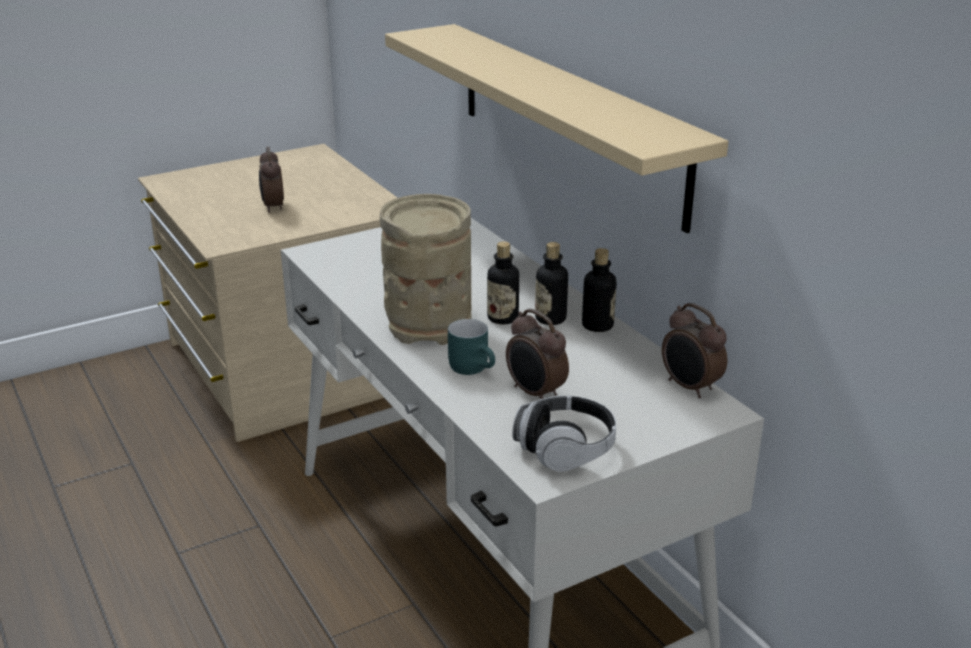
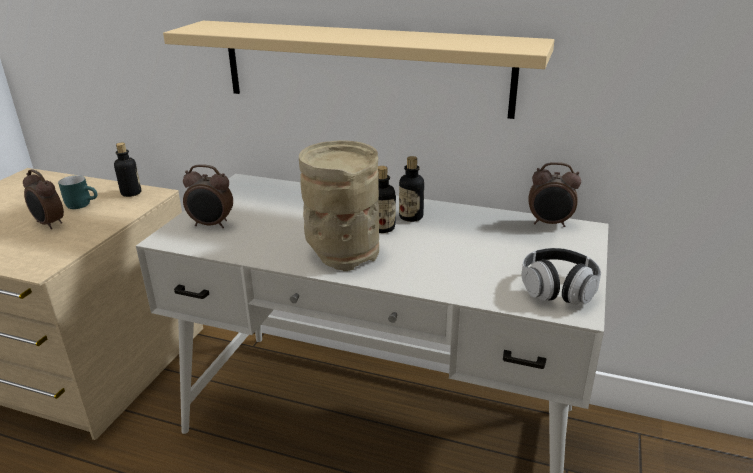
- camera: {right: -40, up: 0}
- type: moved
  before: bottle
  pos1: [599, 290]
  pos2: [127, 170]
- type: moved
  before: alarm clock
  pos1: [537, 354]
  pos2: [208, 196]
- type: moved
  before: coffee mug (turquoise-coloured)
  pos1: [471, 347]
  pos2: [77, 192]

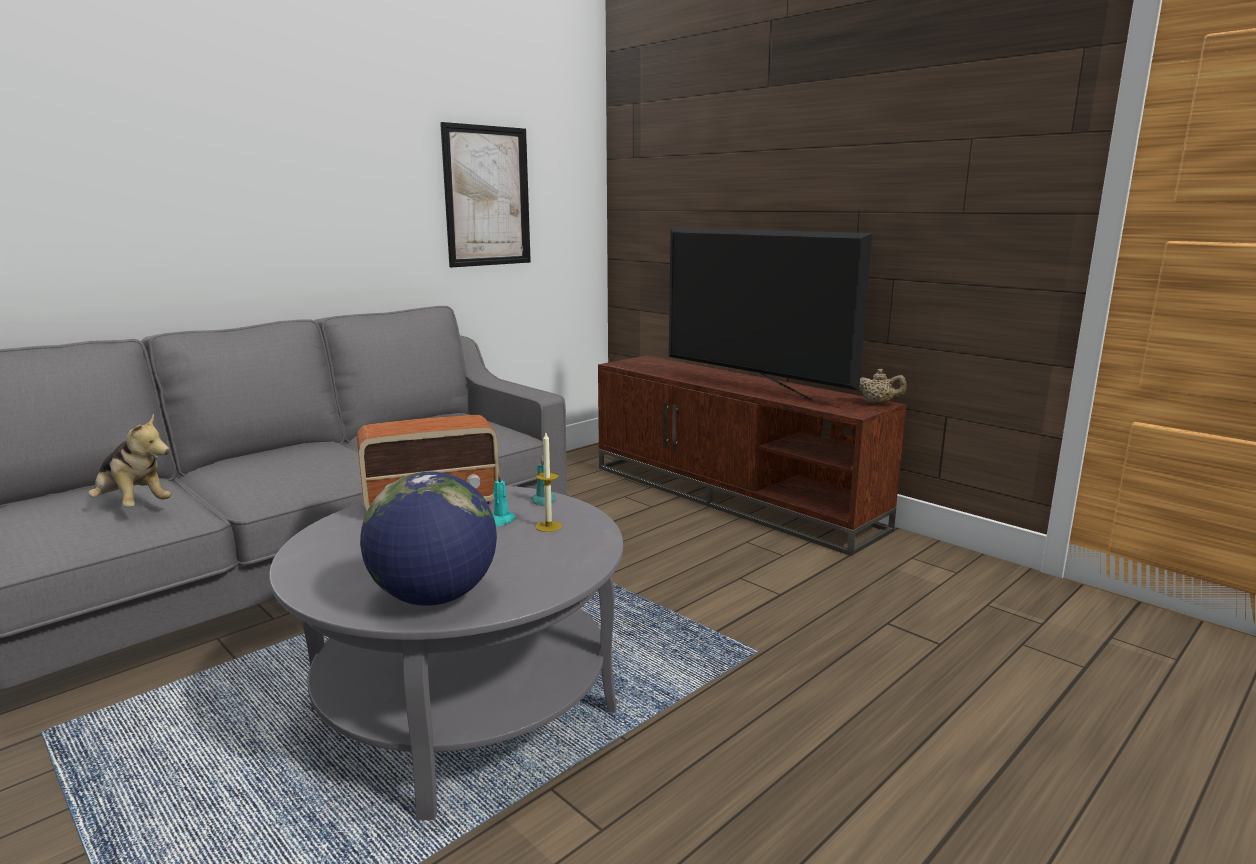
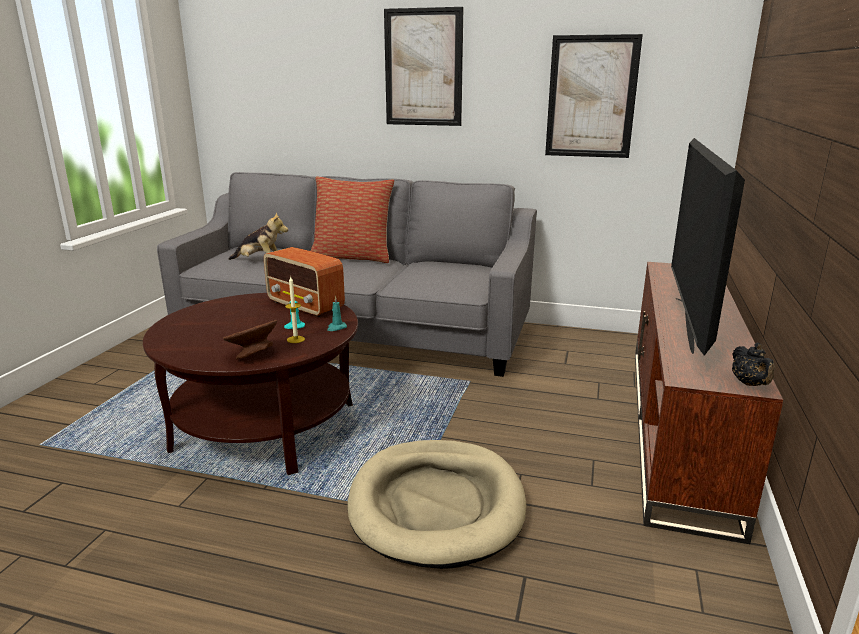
- camera: {right: 60, up: 5}
- type: recoloured
  before: teapot (beige-coloured)
  after: teapot (black-coloured)
  pos1: [882, 386]
  pos2: [753, 364]
- type: turned
  before: soft toy
  pos1: [129, 461]
  pos2: [258, 236]
  turn: -75
- type: removed
  before: globe
  pos1: [428, 539]
- type: recoloured
  before: coffee table (gray)
  after: coffee table (brownish)
  pos1: [446, 653]
  pos2: [250, 384]
- type: added
  after: wall art
  pos2: [423, 66]
- type: added
  after: throw pillow
  pos2: [352, 219]
- type: added
  after: deep dish (brownish)
  pos2: [250, 339]
- type: added
  after: pet bed (beige-coloured)
  pos2: [436, 504]

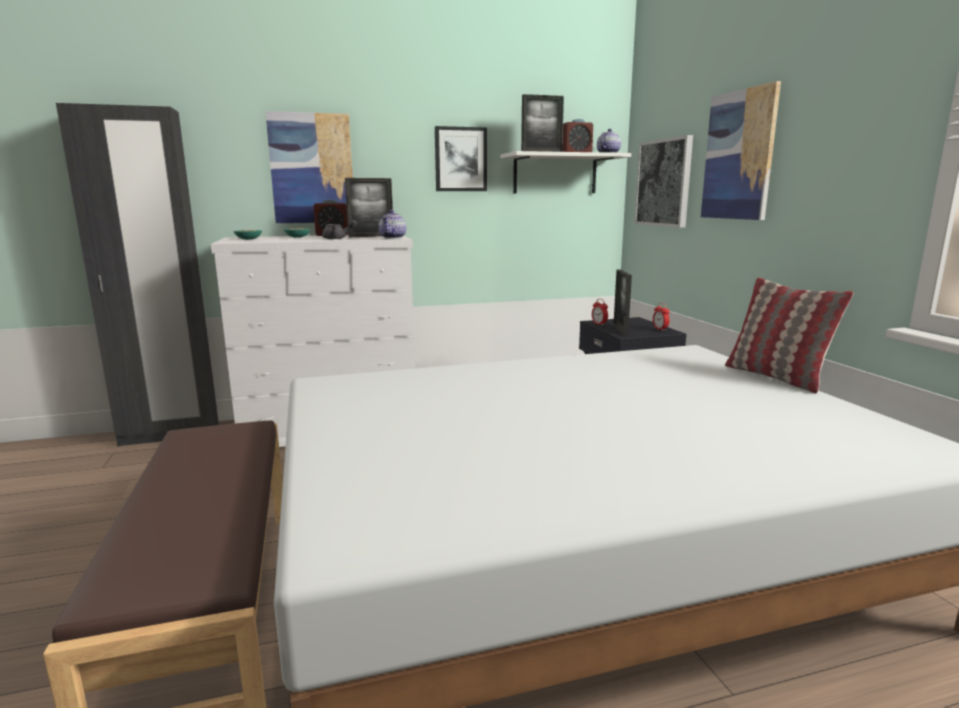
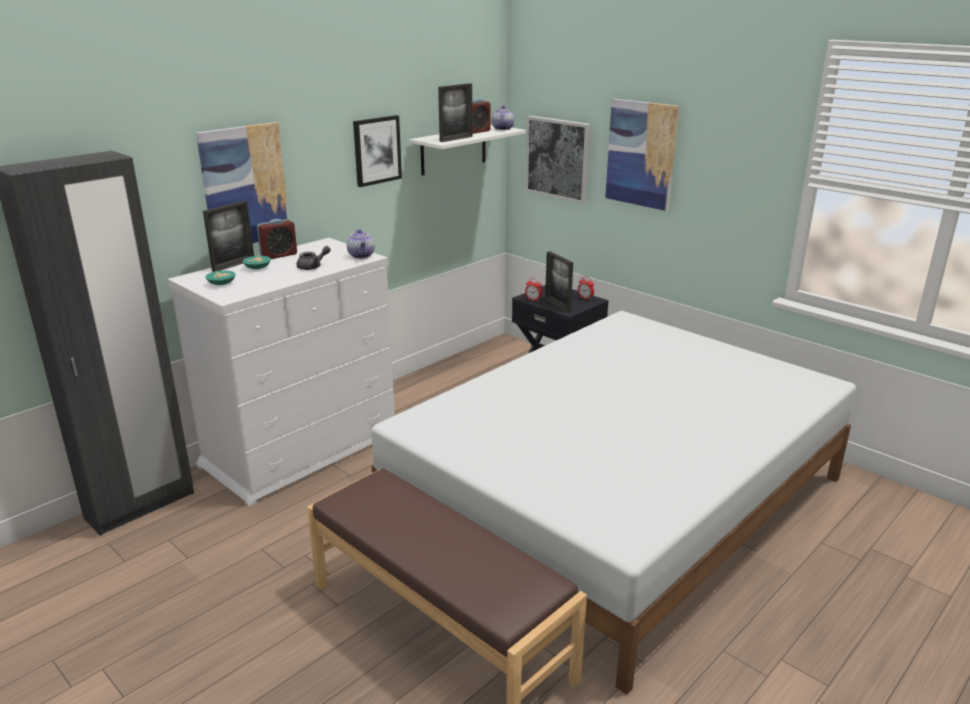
- camera: {right: -30, up: 10}
- type: moved
  before: picture frame
  pos1: [369, 207]
  pos2: [228, 236]
- type: removed
  before: throw pillow
  pos1: [789, 335]

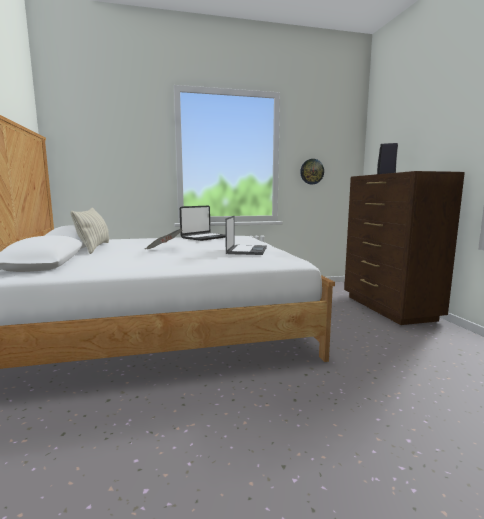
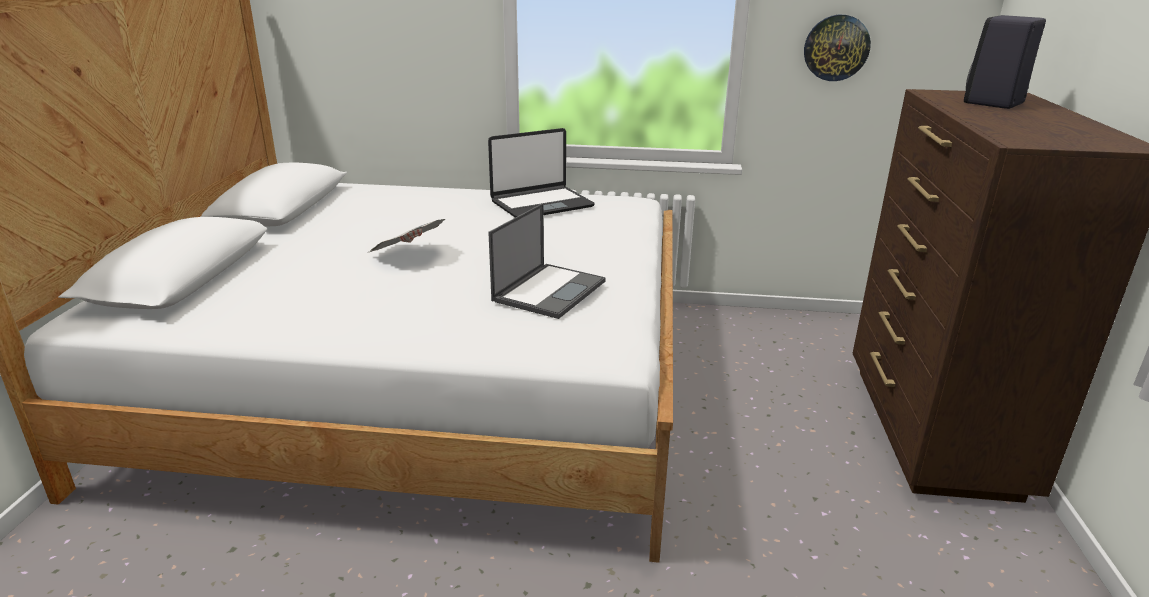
- camera: {right: 20, up: 15}
- type: removed
  before: throw pillow
  pos1: [89, 230]

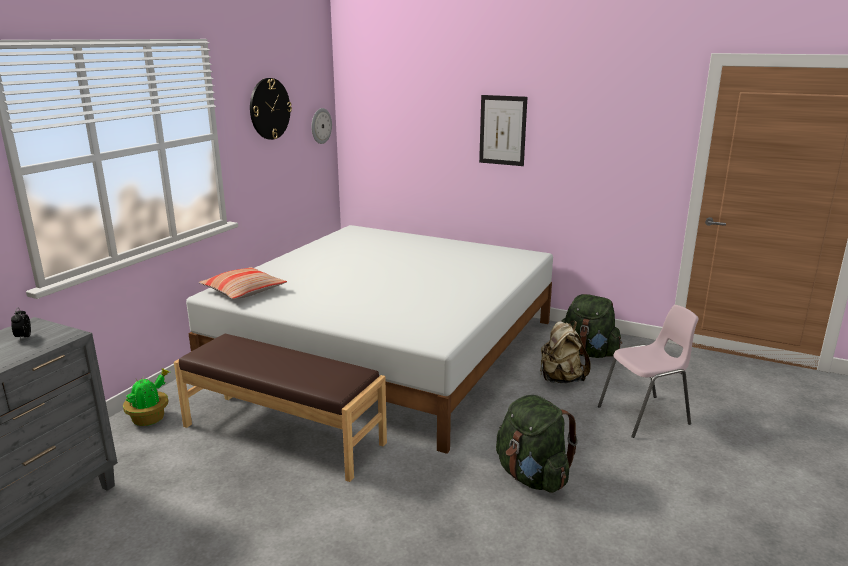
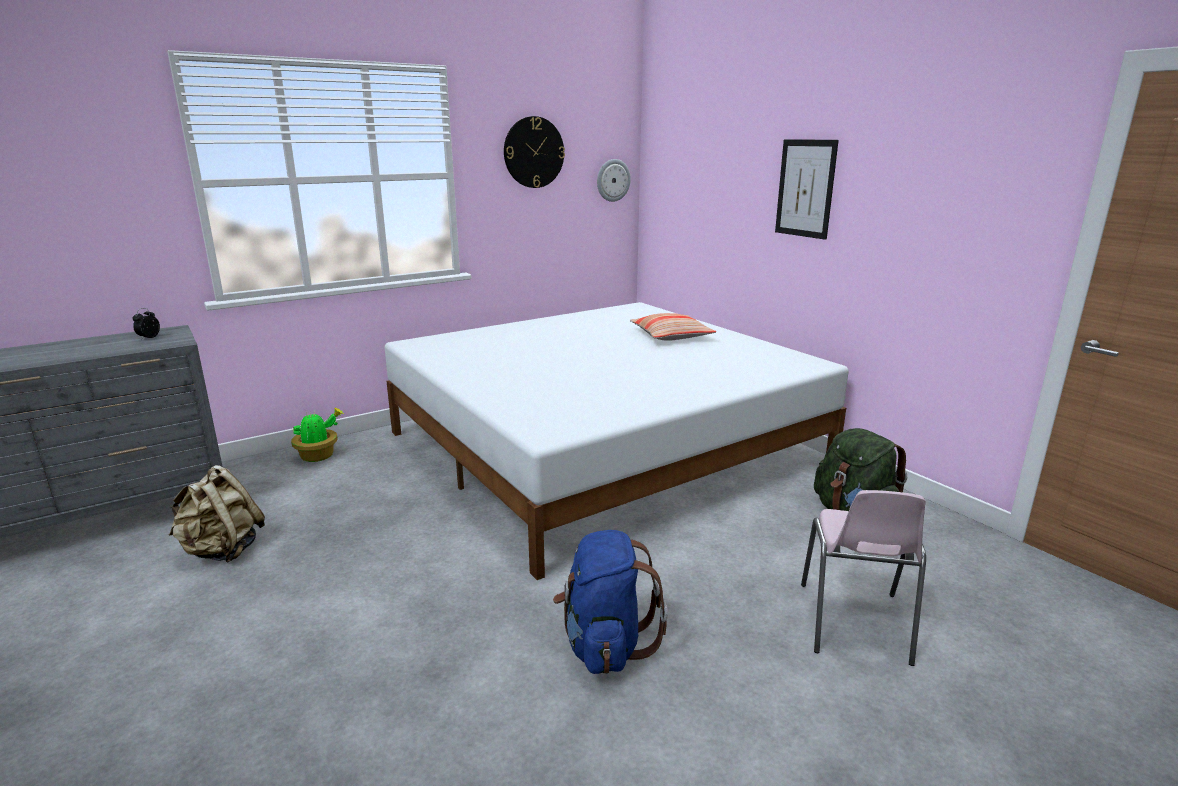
- camera: {right: 30, up: 0}
- type: moved
  before: throw pillow
  pos1: [243, 283]
  pos2: [673, 327]
- type: turned
  before: upright chair (pink)
  pos1: [648, 371]
  pos2: [863, 578]
  turn: 90
- type: moved
  before: backpack (beige-coloured)
  pos1: [565, 351]
  pos2: [217, 514]
- type: removed
  before: indoor bench (brownish)
  pos1: [280, 408]
- type: recoloured
  before: backpack (green)
  after: backpack (blue)
  pos1: [537, 444]
  pos2: [610, 602]

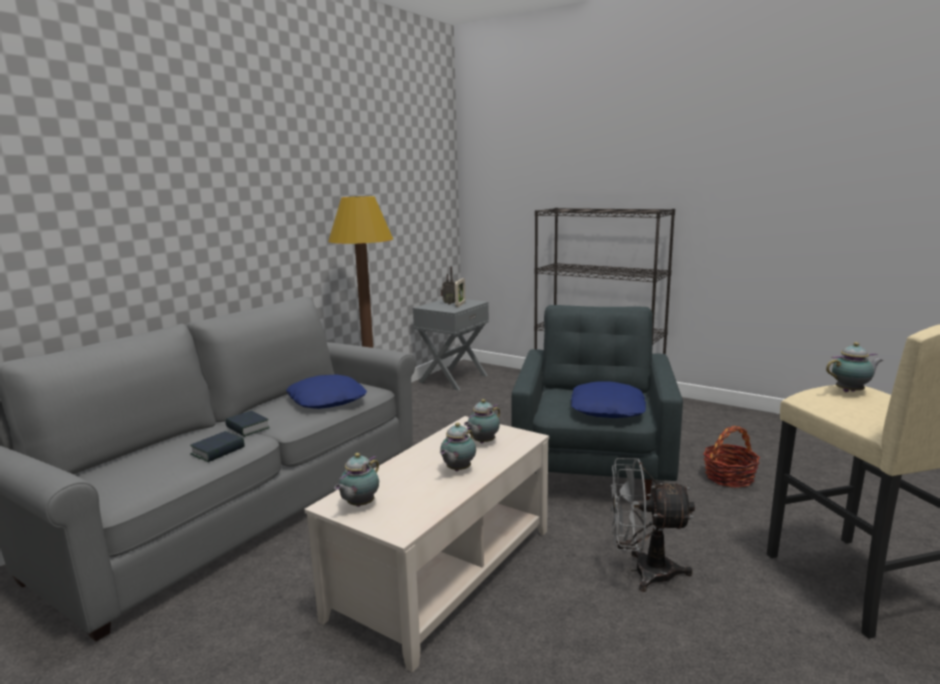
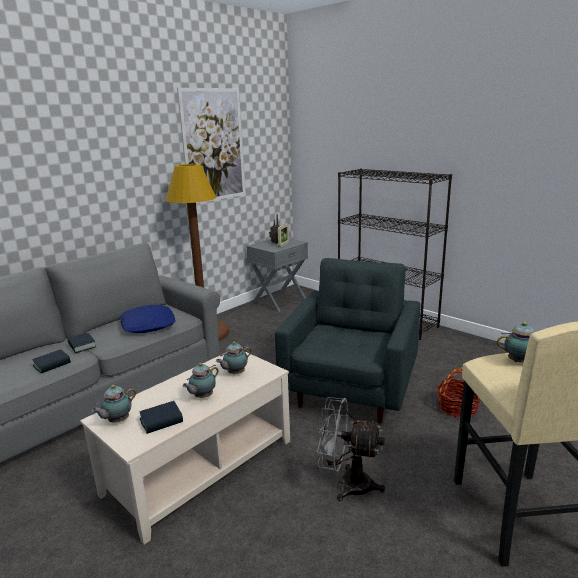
- camera: {right: 10, up: 5}
- type: removed
  before: throw pillow (blue)
  pos1: [608, 400]
- type: added
  after: wall art
  pos2: [211, 146]
- type: added
  after: book
  pos2: [161, 417]

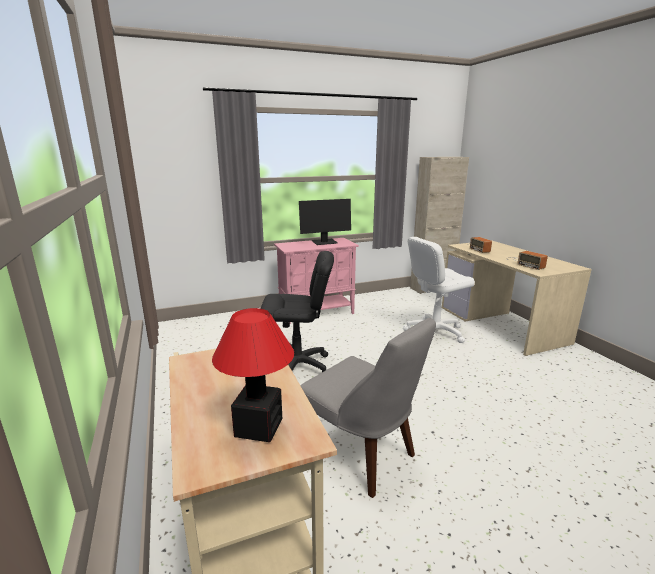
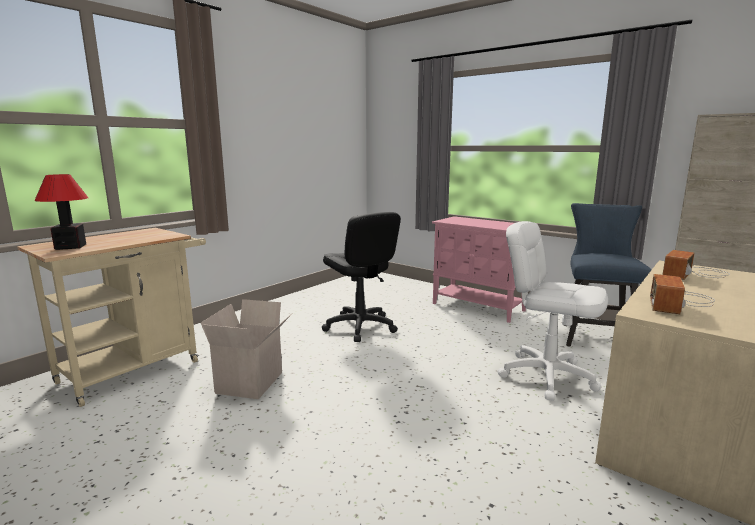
- camera: {right: 60, up: -5}
- type: removed
  before: computer display
  pos1: [325, 222]
- type: replaced
  before: upright chair (gray)
  after: cardboard box
  pos1: [368, 408]
  pos2: [247, 349]
- type: added
  after: upright chair (blue)
  pos2: [608, 274]

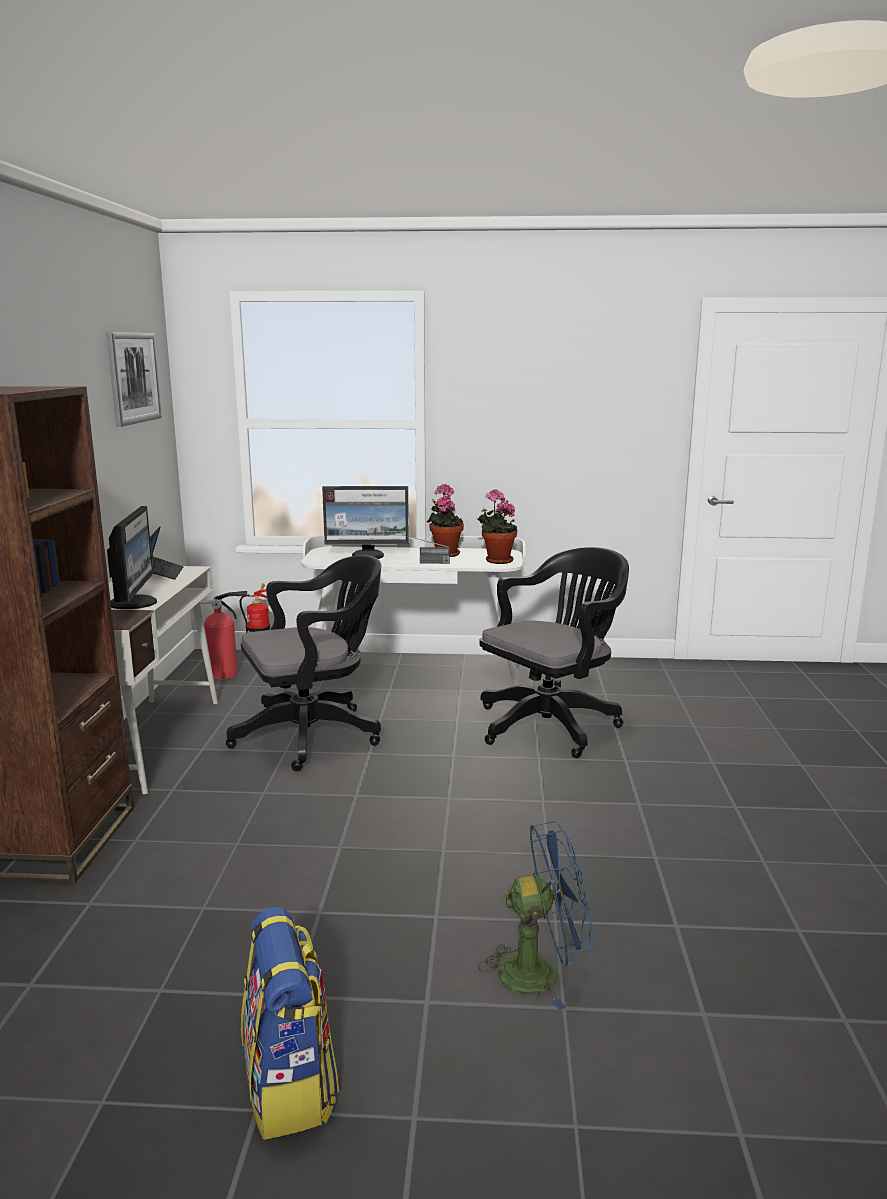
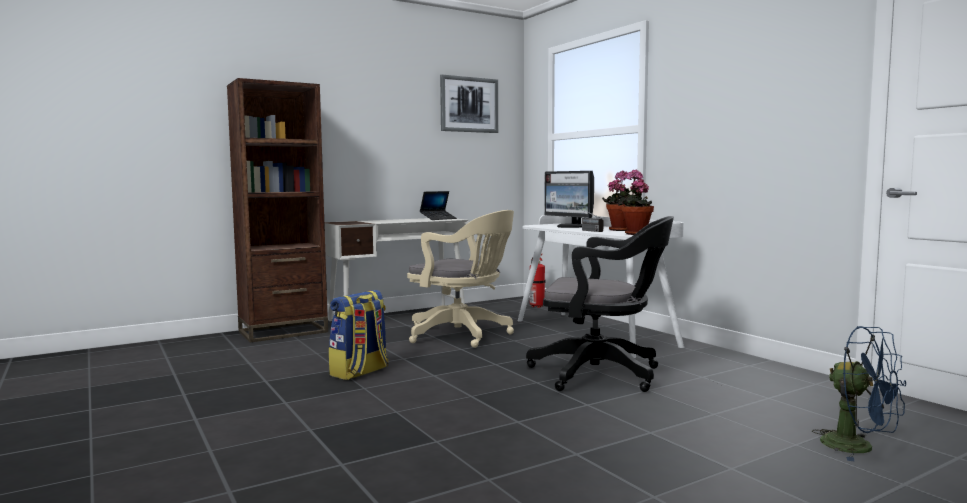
- camera: {right: 55, up: -10}
- type: removed
  before: computer display
  pos1: [132, 557]
- type: recoloured
  before: computer chair (black-coloured)
  after: computer chair (beige-coloured)
  pos1: [304, 663]
  pos2: [460, 279]
- type: removed
  before: fire extinguisher
  pos1: [223, 635]
- type: moved
  before: cooling fan (blue)
  pos1: [536, 915]
  pos2: [859, 394]
- type: moved
  before: backpack
  pos1: [290, 1023]
  pos2: [358, 335]

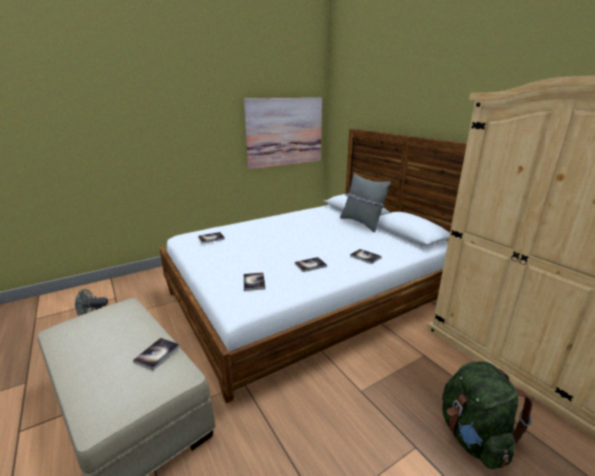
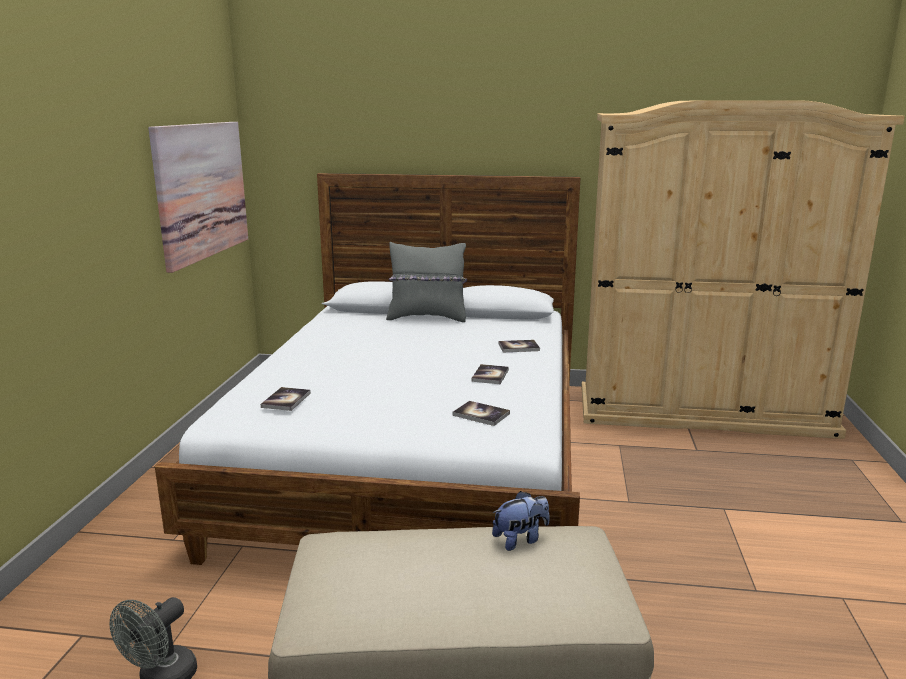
- camera: {right: -50, up: -5}
- type: replaced
  before: book
  after: soft toy
  pos1: [156, 354]
  pos2: [521, 521]
- type: removed
  before: backpack (green)
  pos1: [487, 415]

